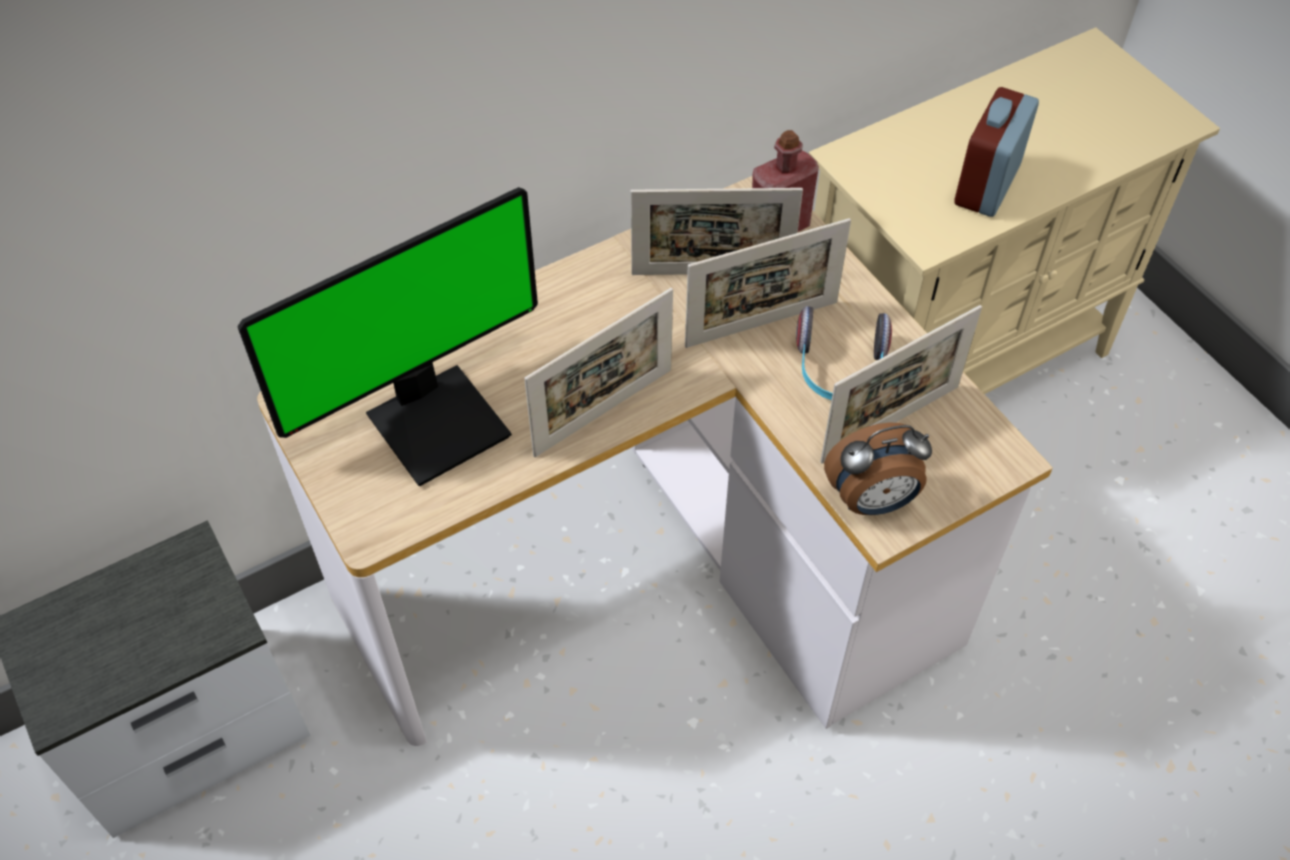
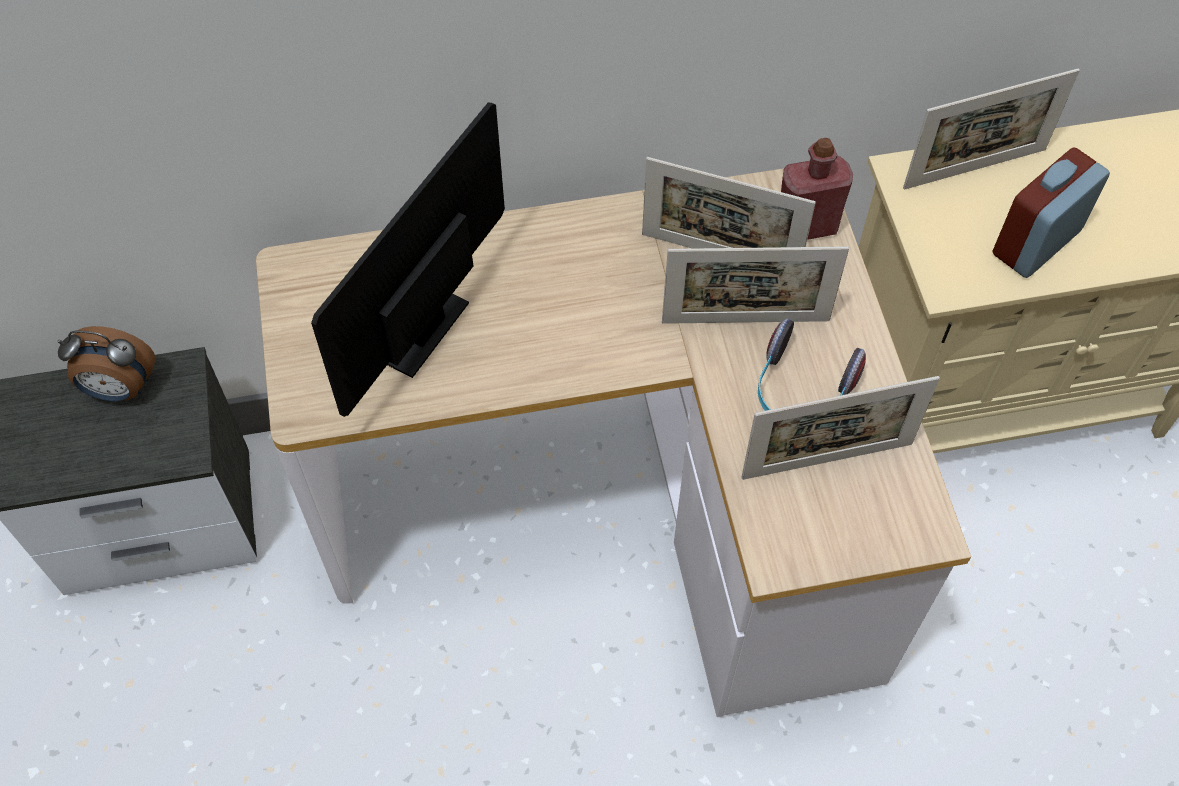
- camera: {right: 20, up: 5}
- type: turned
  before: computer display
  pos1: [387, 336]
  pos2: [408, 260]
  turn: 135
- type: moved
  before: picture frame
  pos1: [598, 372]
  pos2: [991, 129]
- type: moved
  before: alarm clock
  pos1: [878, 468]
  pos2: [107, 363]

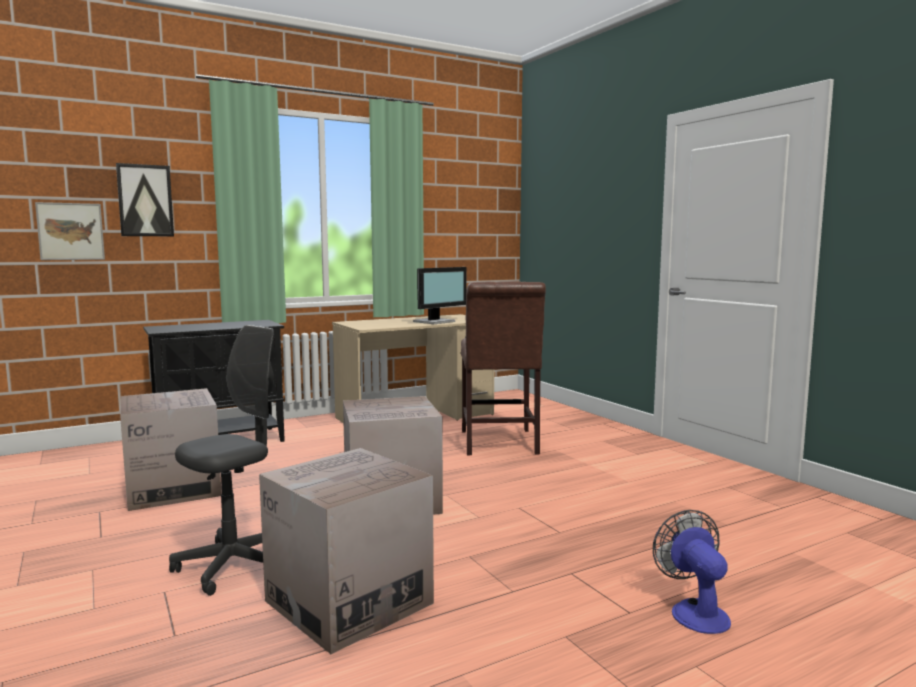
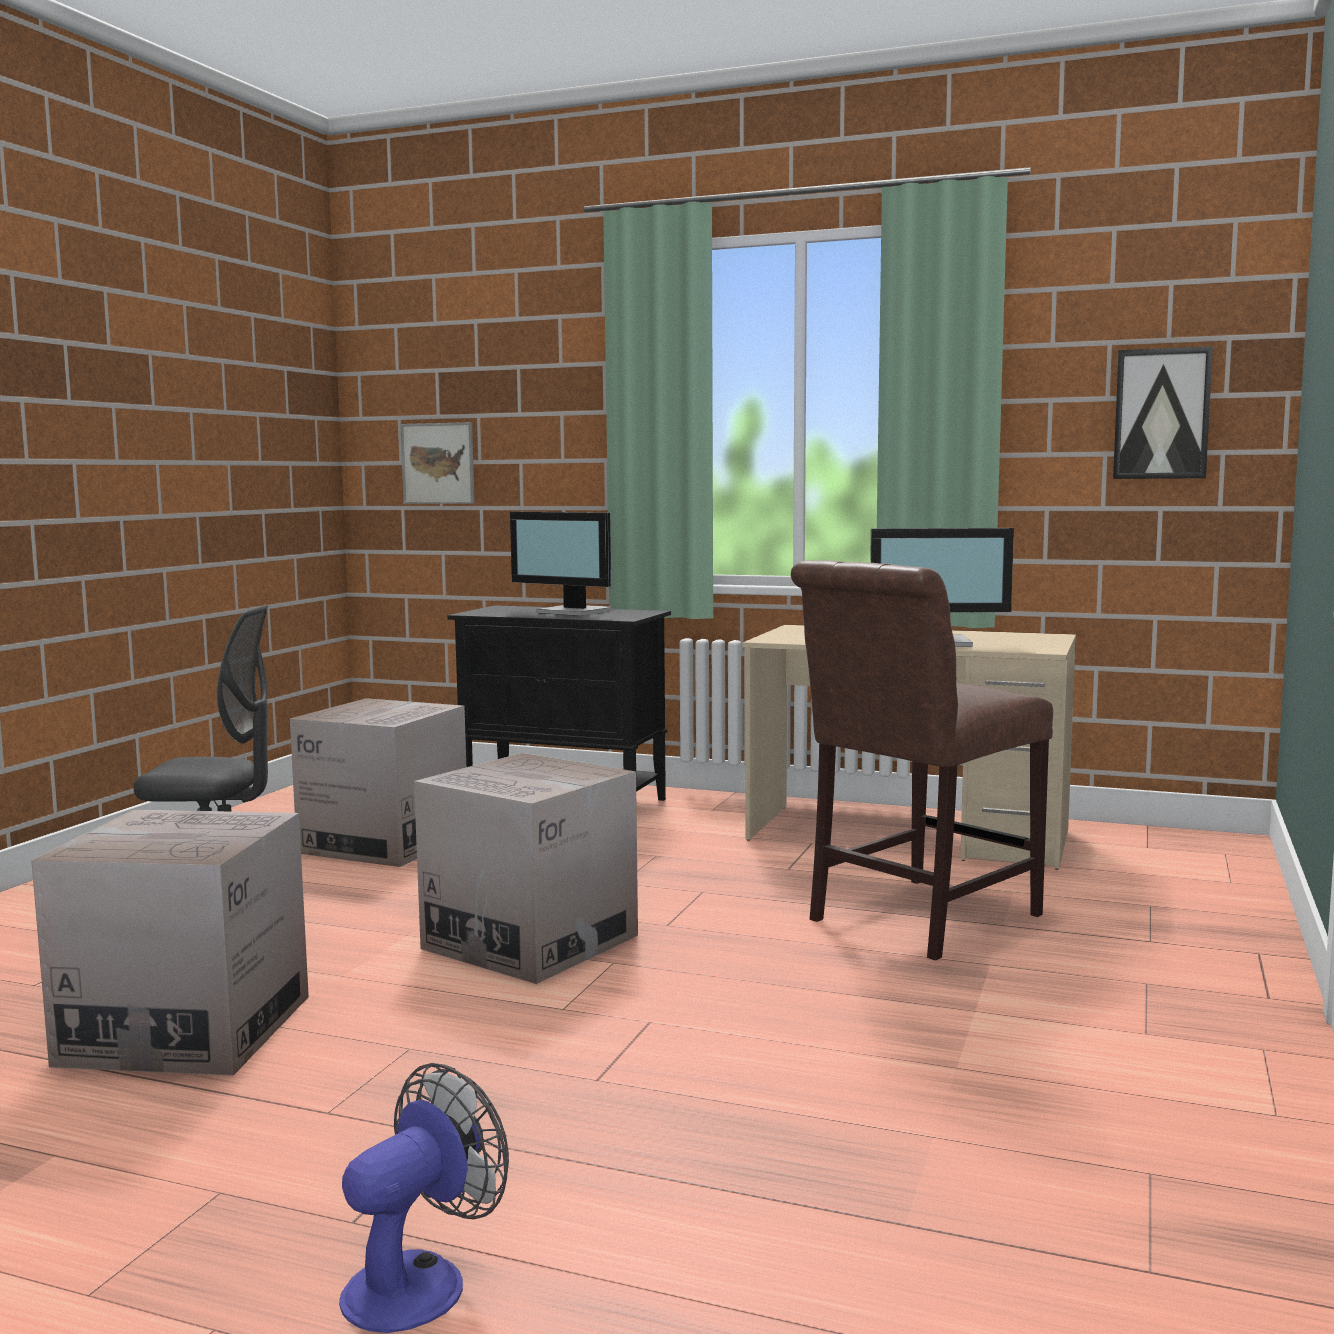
- camera: {right: 50, up: 0}
- type: moved
  before: wall art
  pos1: [145, 199]
  pos2: [1163, 412]
- type: added
  after: computer display
  pos2: [561, 564]

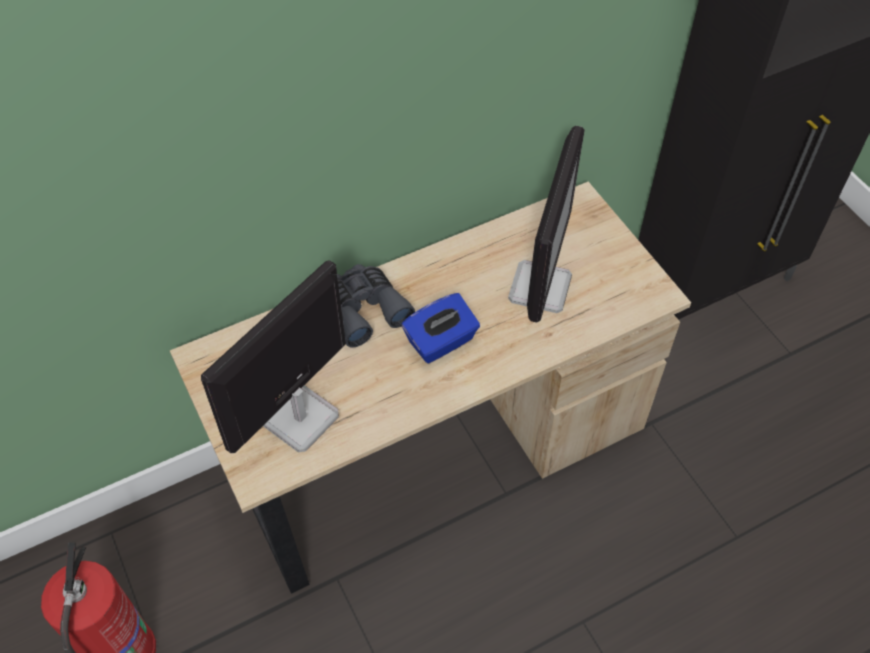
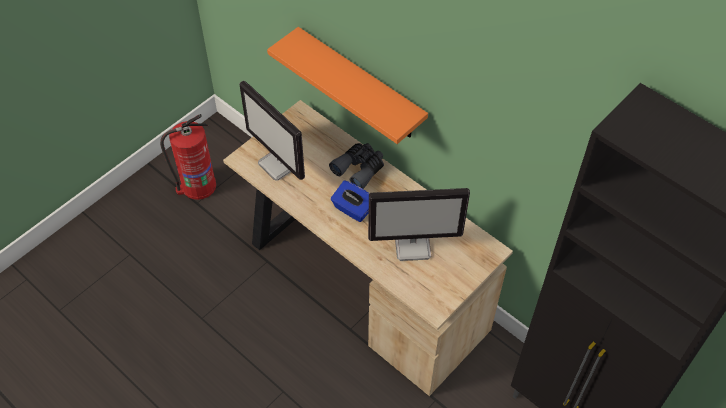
- camera: {right: 70, up: 0}
- type: turned
  before: computer display
  pos1: [273, 357]
  pos2: [272, 131]
  turn: -150
- type: added
  after: wall shelf (orange)
  pos2: [347, 85]

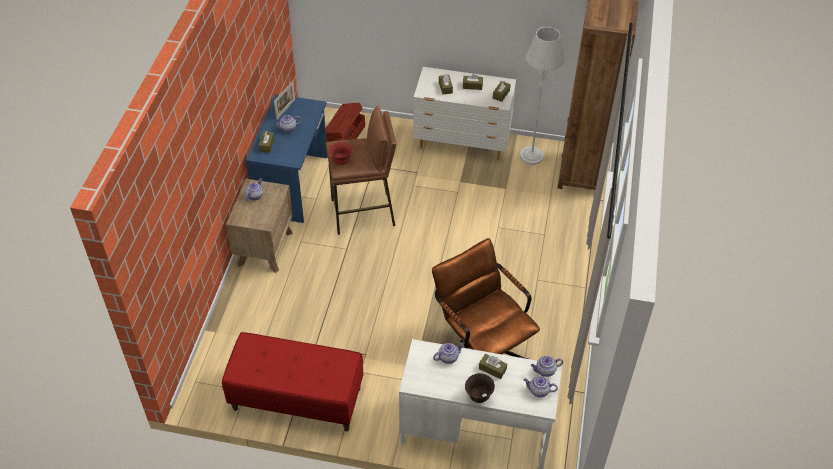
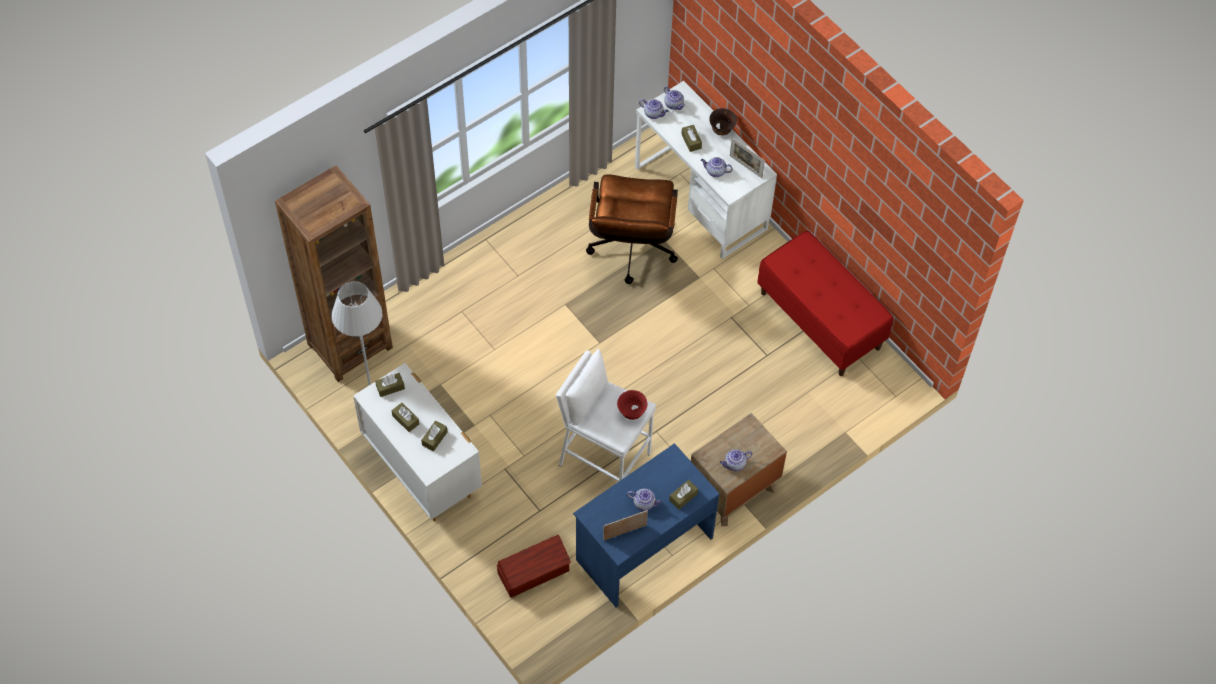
- camera: {right: -140, up: 10}
- type: recoloured
  before: stool (brownish)
  after: stool (white)
  pos1: [361, 170]
  pos2: [606, 415]
- type: added
  after: picture frame
  pos2: [747, 158]

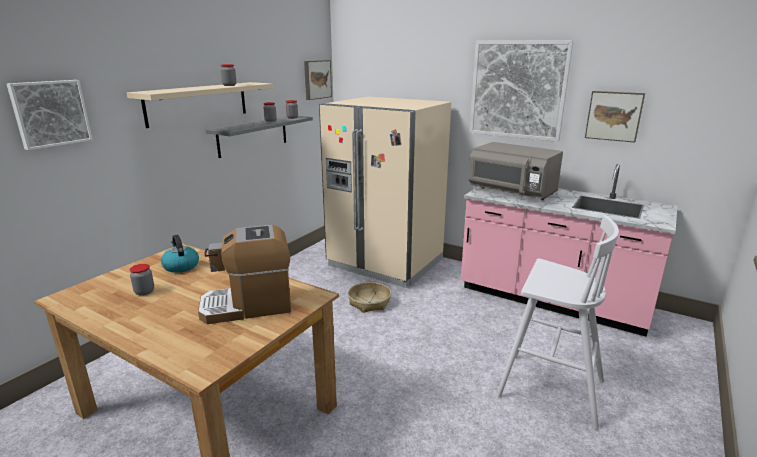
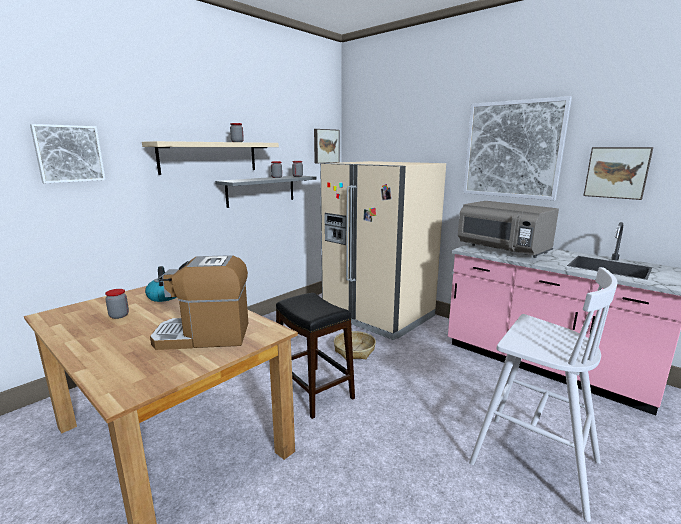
- camera: {right: 10, up: -5}
- type: added
  after: stool (black-coloured)
  pos2: [315, 356]

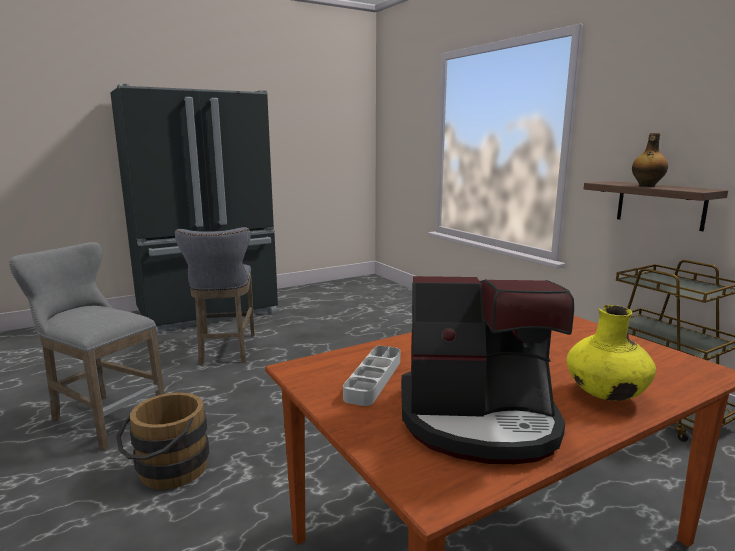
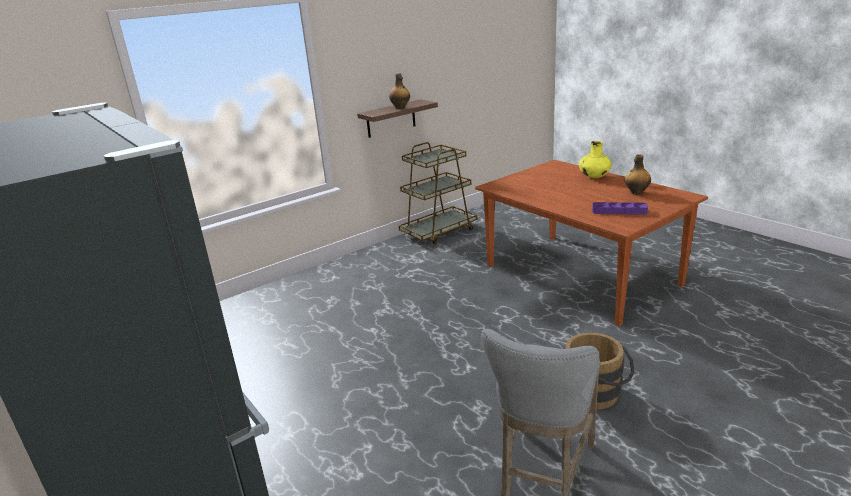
- camera: {right: -95, up: 10}
- type: removed
  before: stool (gray)
  pos1: [215, 296]
- type: replaced
  before: coffee brewer
  after: bottle
  pos1: [487, 370]
  pos2: [638, 174]
- type: recoloured
  before: serving tray (gray)
  after: serving tray (purple-coloured)
  pos1: [371, 376]
  pos2: [620, 208]

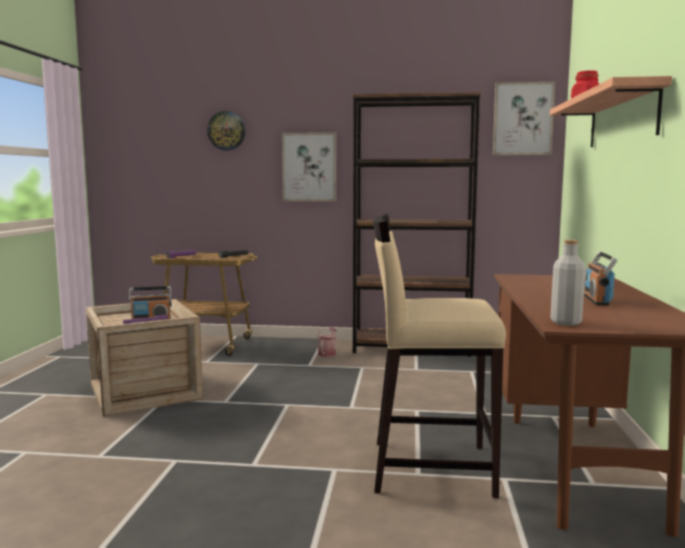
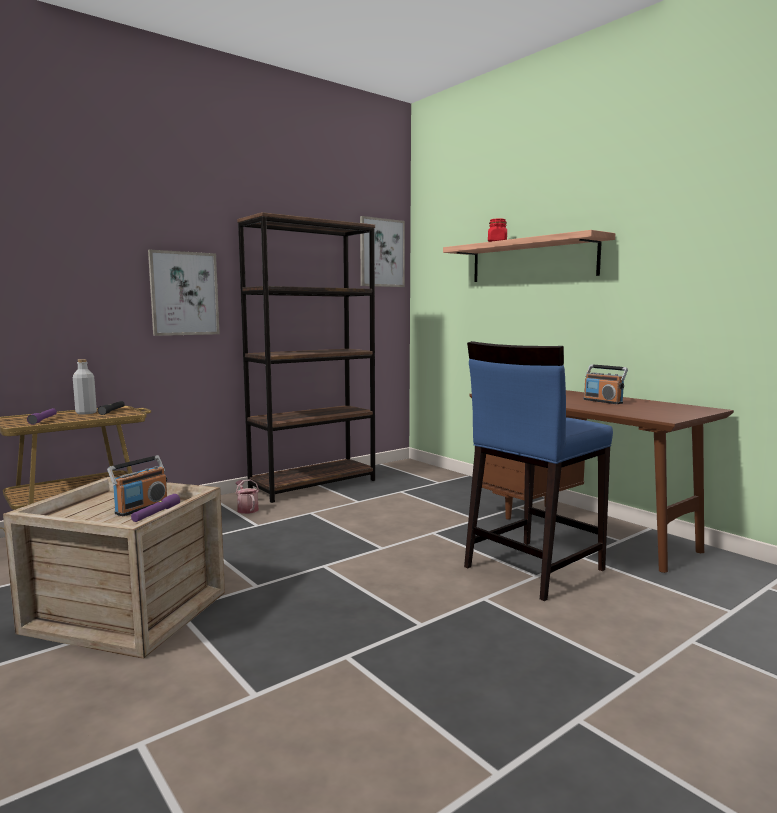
- camera: {right: -45, up: 0}
- type: removed
  before: clock on the wall
  pos1: [226, 131]
- type: recoloured
  before: stool (beige-coloured)
  after: stool (blue)
  pos1: [439, 356]
  pos2: [538, 471]
- type: moved
  before: bottle (gray)
  pos1: [568, 283]
  pos2: [85, 387]

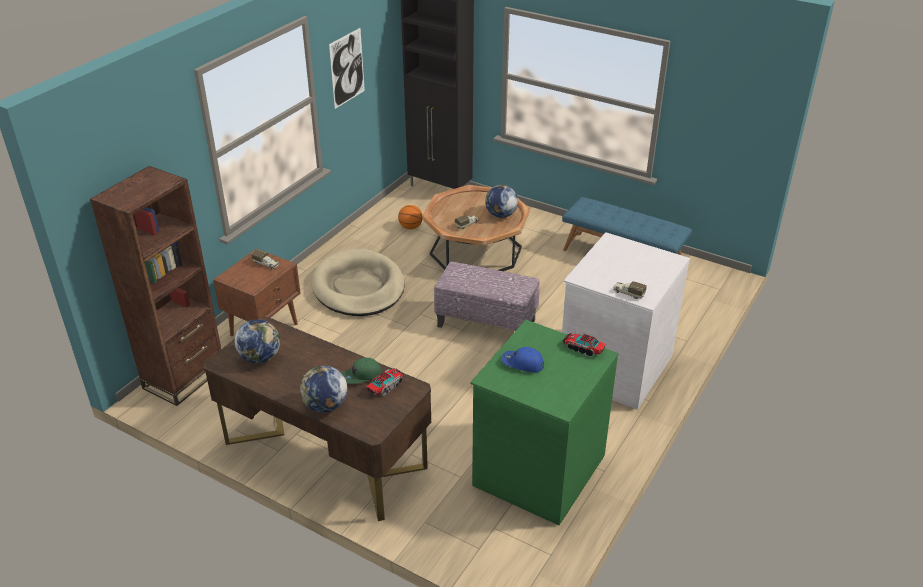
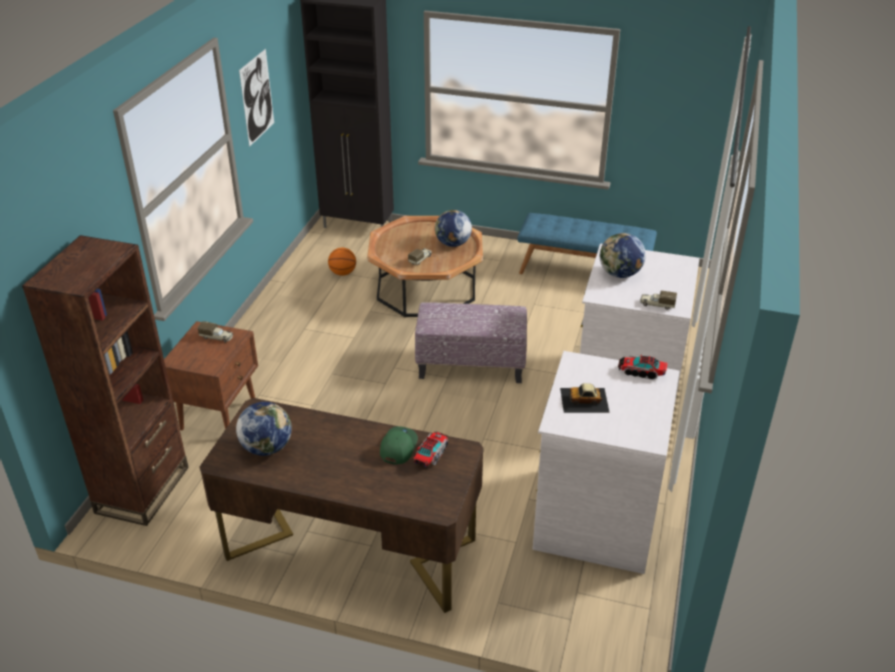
- camera: {right: -15, up: 0}
- type: removed
  before: pet bed (beige-coloured)
  pos1: [358, 282]
- type: recoloured
  before: dresser (green)
  after: dresser (white)
  pos1: [544, 422]
  pos2: [606, 462]
- type: replaced
  before: peaked cap (blue)
  after: miniature car
  pos1: [522, 359]
  pos2: [585, 398]
- type: turned
  before: peaked cap (green)
  pos1: [362, 371]
  pos2: [399, 445]
  turn: 150
- type: moved
  before: globe
  pos1: [323, 389]
  pos2: [623, 255]

